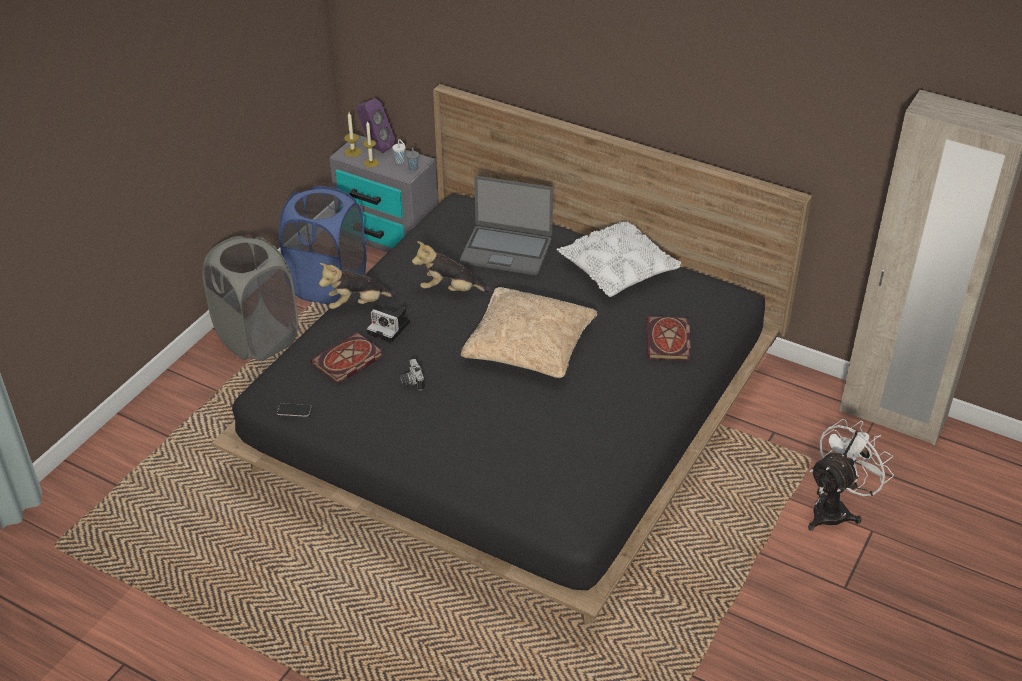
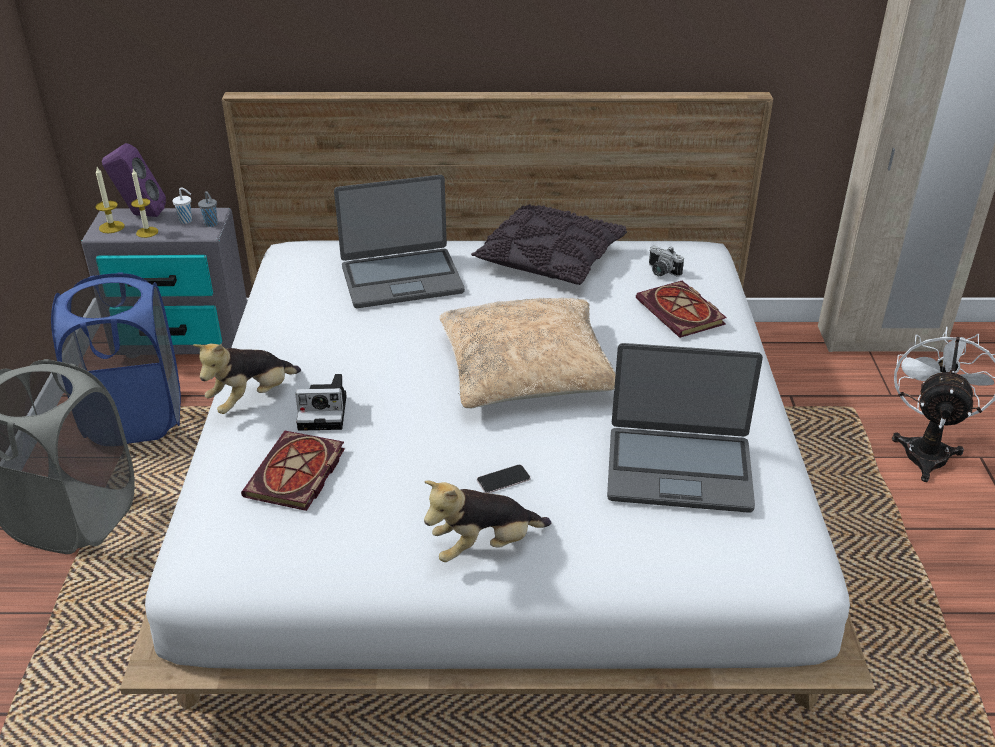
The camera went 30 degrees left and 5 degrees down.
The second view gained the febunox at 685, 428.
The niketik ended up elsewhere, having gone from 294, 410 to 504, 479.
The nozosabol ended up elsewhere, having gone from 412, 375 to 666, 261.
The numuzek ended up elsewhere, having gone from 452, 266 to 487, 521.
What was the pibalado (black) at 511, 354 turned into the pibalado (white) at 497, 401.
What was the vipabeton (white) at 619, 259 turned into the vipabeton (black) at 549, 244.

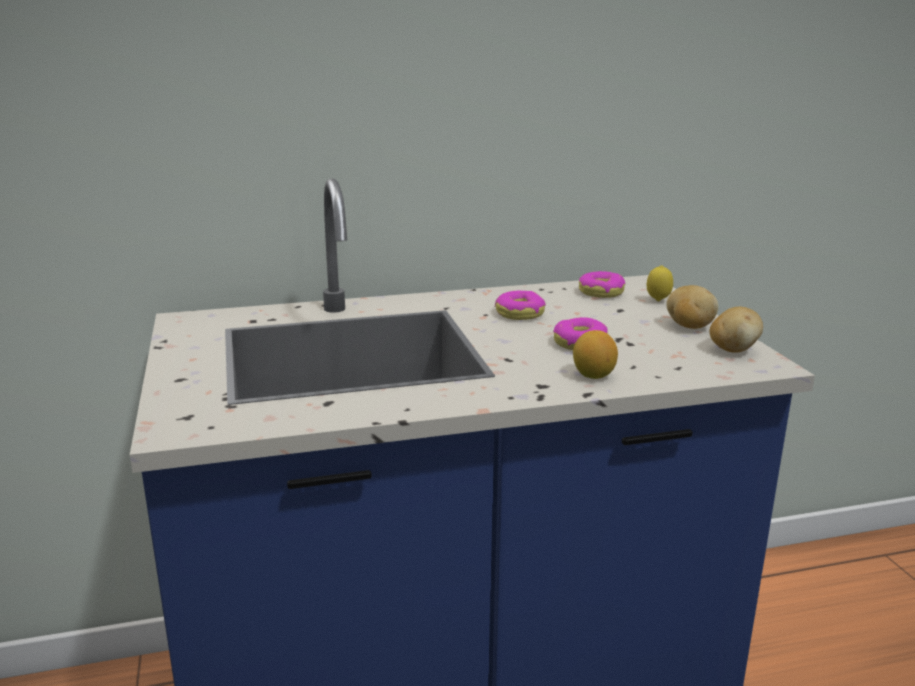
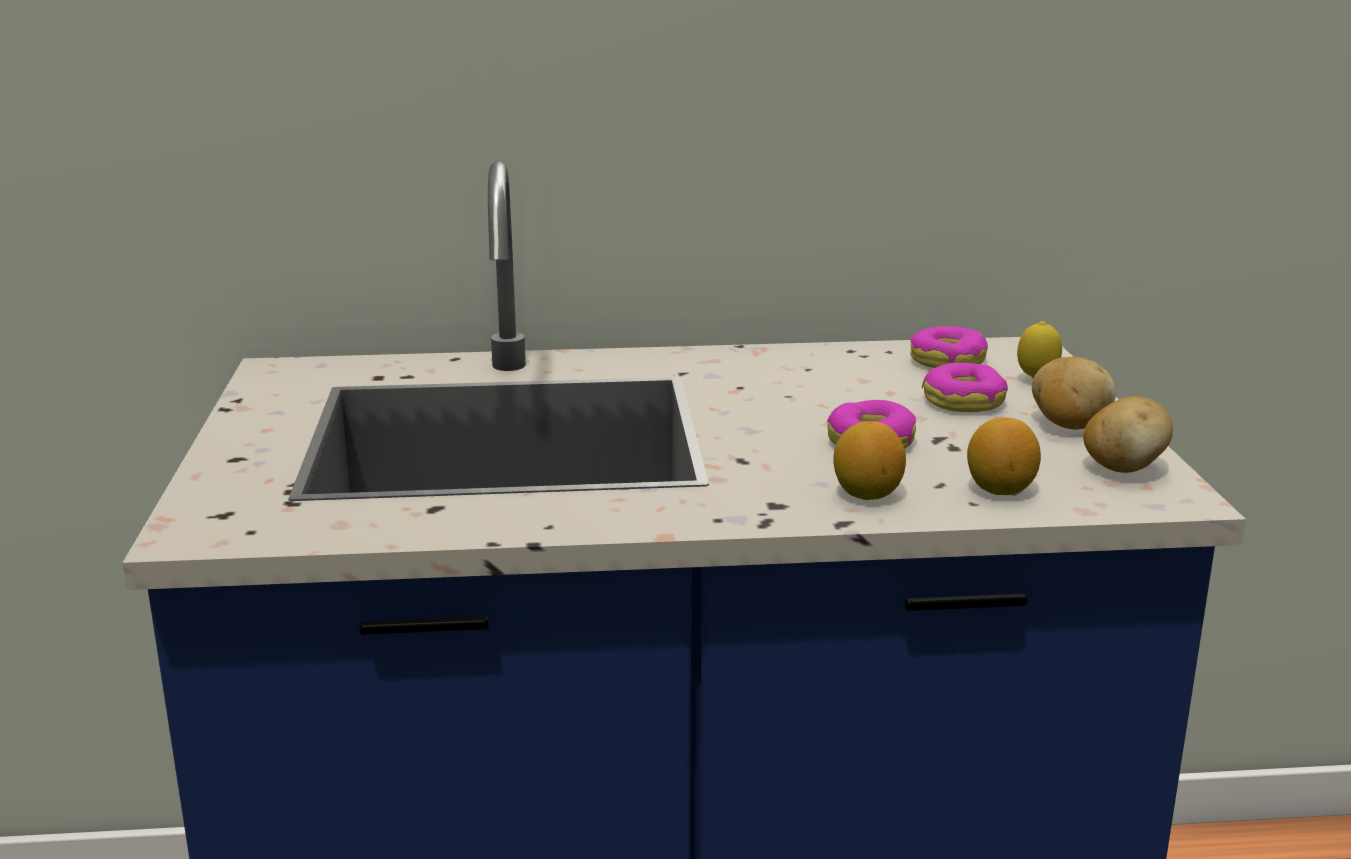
The camera went 10 degrees right and 0 degrees up.
The second view gained the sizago at 1004, 456.
The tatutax ended up elsewhere, having gone from 520, 305 to 965, 387.

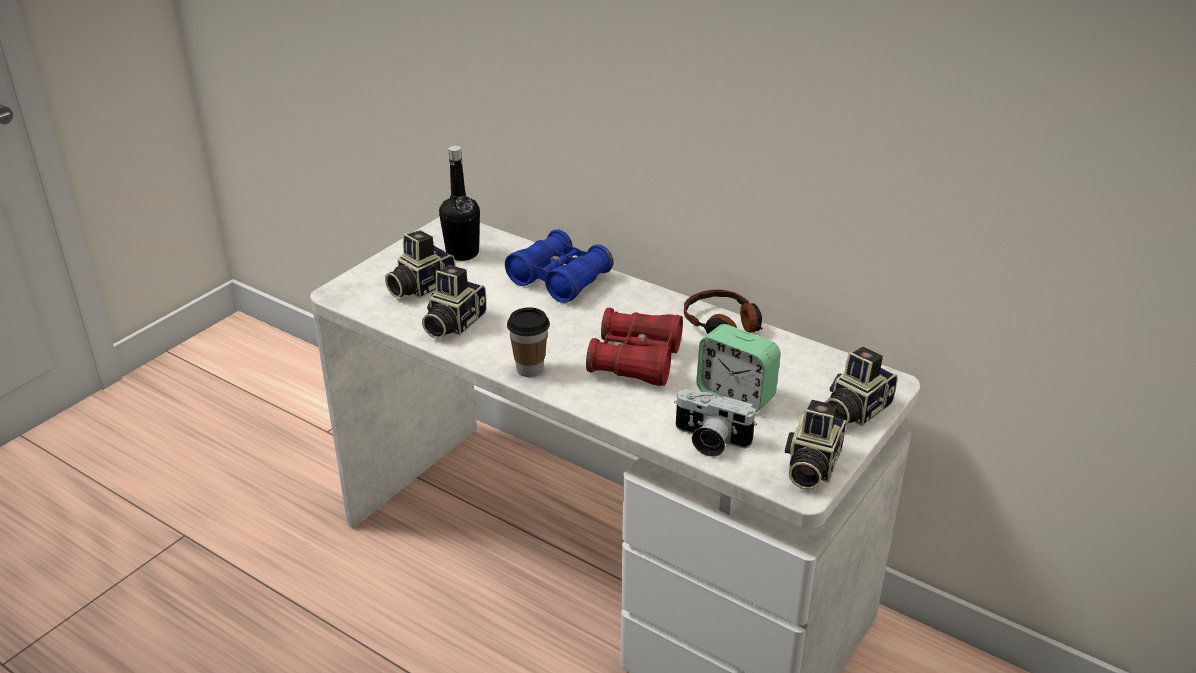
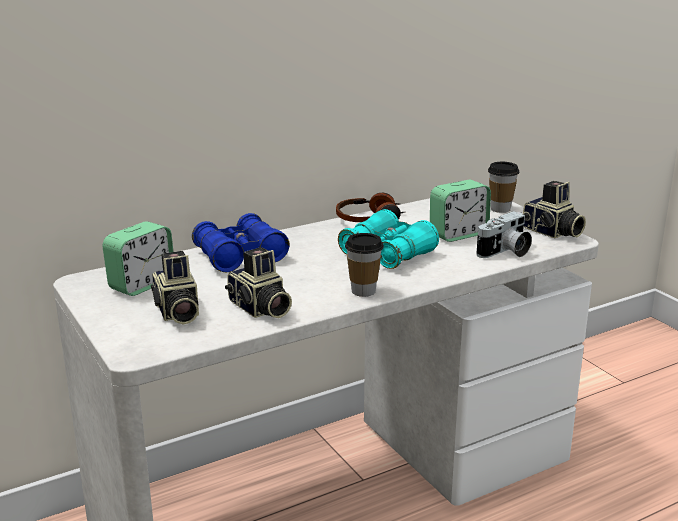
The camera went 65 degrees left and 10 degrees down.
Where the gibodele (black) stood at 459, 203, the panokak came to stand at 138, 258.
Where the nozosabol stood at 861, 386, the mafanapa came to stand at 503, 187.
What was the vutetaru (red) at 634, 347 turned into the vutetaru (turquoise) at 388, 239.

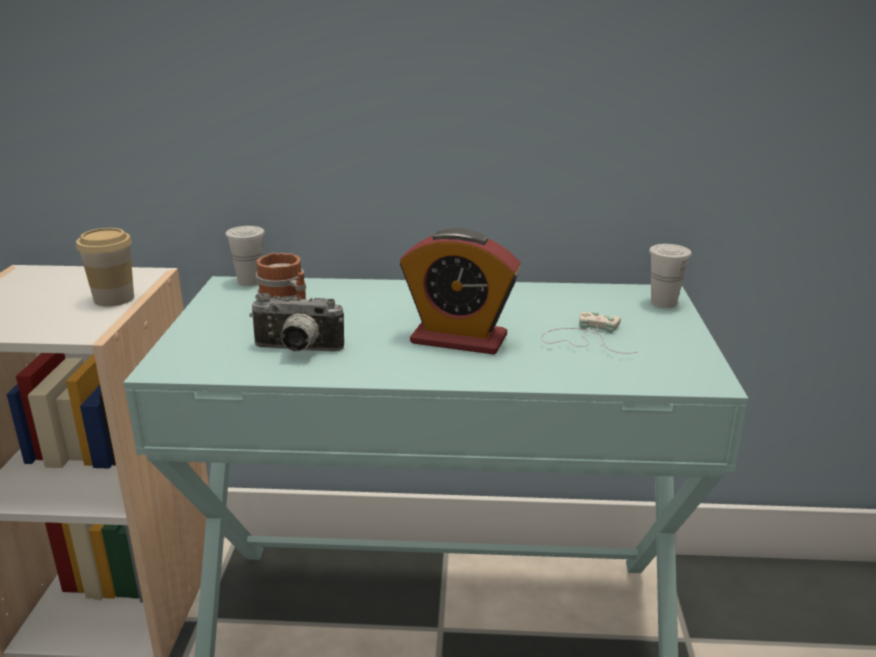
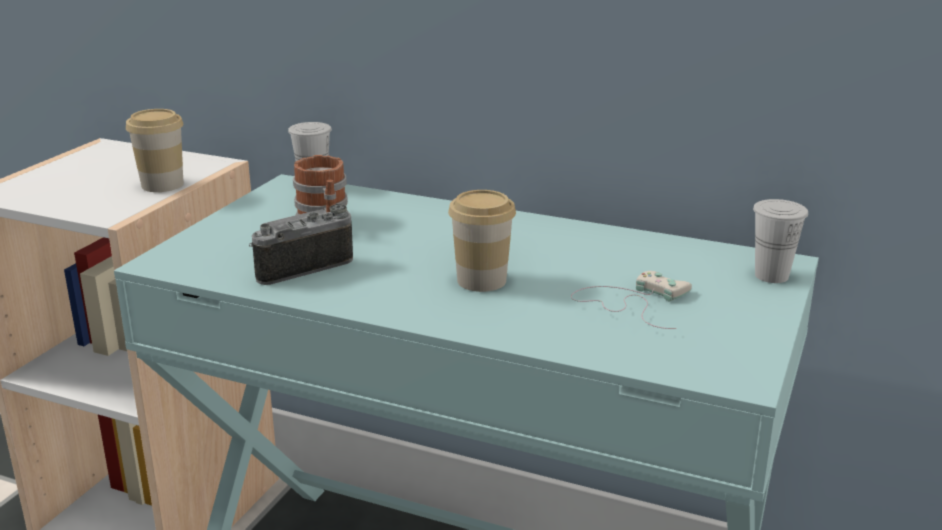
The camera went 20 degrees right and 0 degrees up.
Where the panokak stood at 460, 291, the mafanapa came to stand at 482, 241.
The nozosabol at 297, 322 ended up facing another way, 120 degrees clockwise from before.

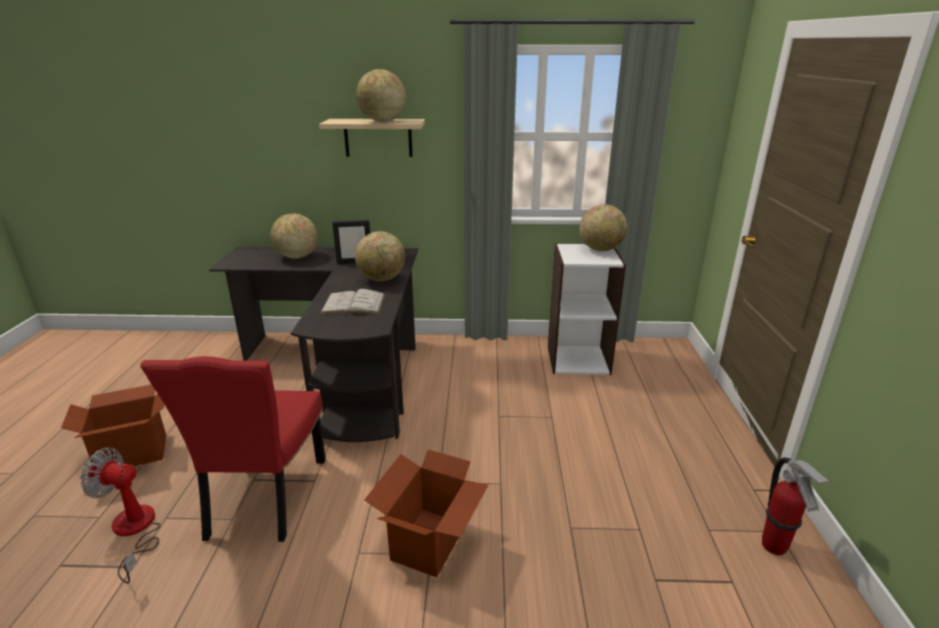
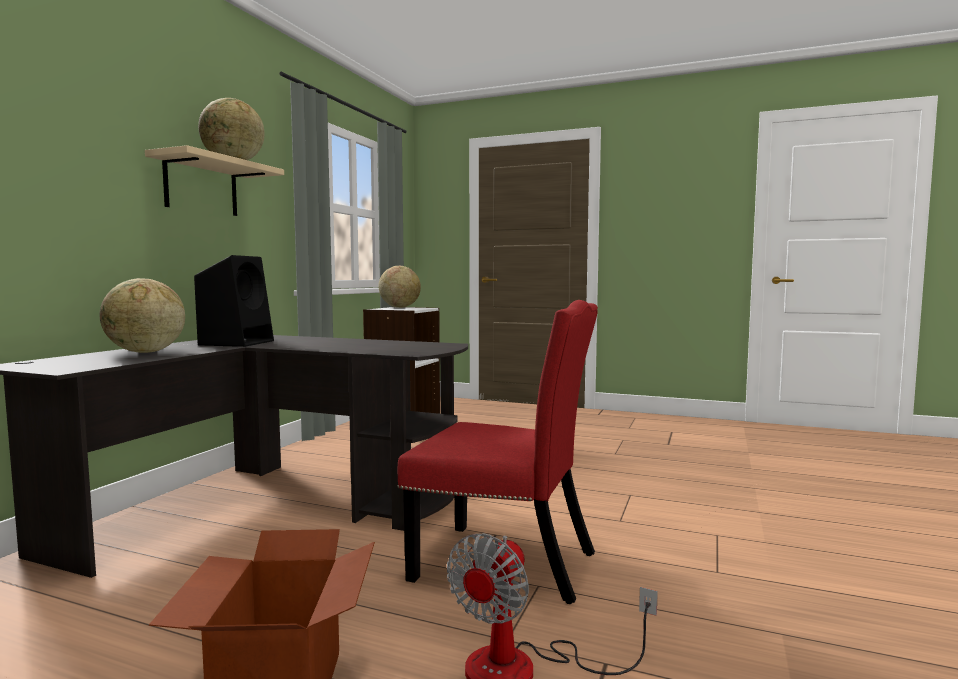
The camera went 70 degrees left and 20 degrees down.
The second view lost the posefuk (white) at 352, 301.
The second view lost the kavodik at 380, 256.
The second view lost the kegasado at 426, 513.
The second view lost the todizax at 796, 506.
Where the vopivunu stood at 351, 242, the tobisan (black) came to stand at 234, 301.

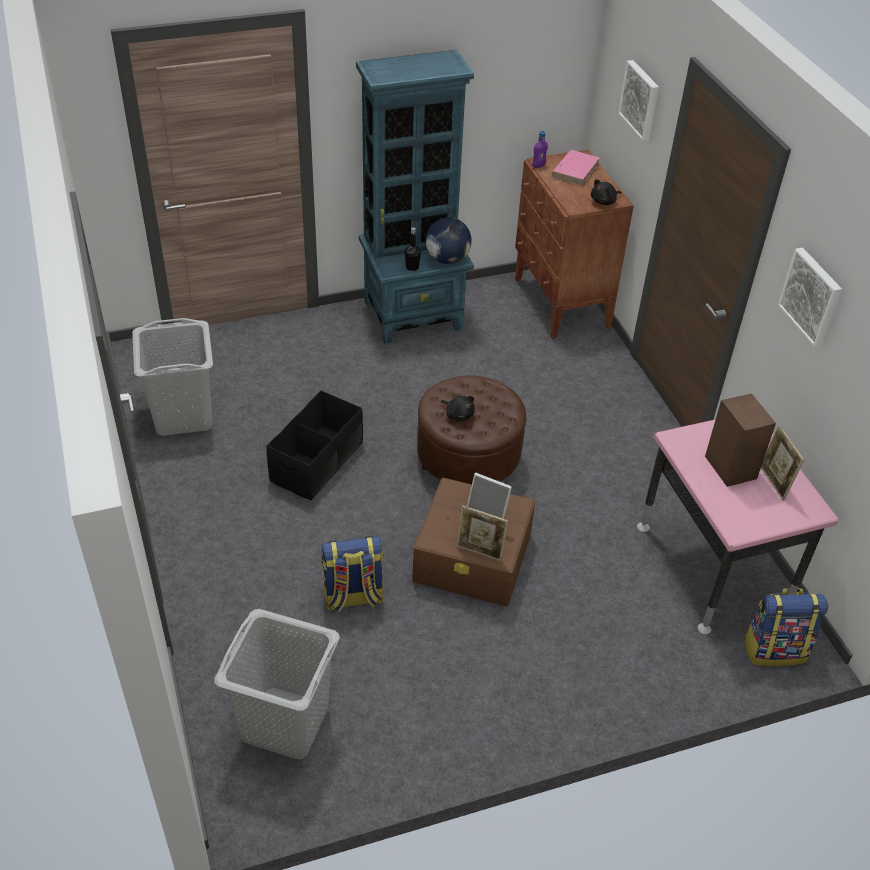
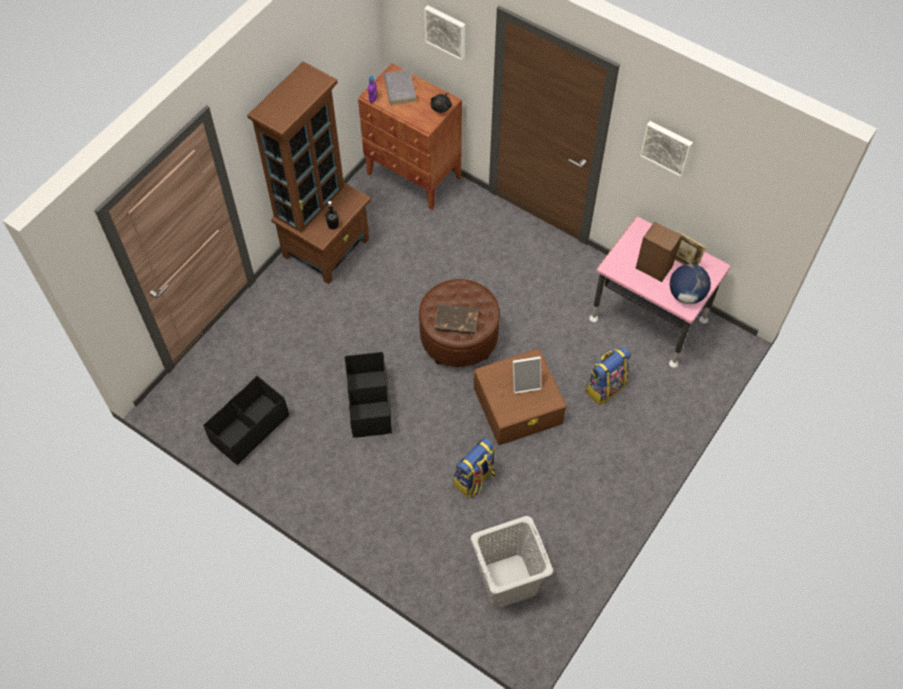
The camera went 35 degrees left and 15 degrees up.
The second view lost the vopivunu at 482, 533.
The kavodik ended up elsewhere, having gone from 448, 240 to 690, 284.
The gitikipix ended up elsewhere, having gone from 786, 627 to 608, 376.
Where the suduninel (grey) stood at 172, 377, the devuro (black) came to stand at 246, 420.
Where the numuzek (black) stood at 458, 408, the posefuk (brown) came to stand at 456, 319.
What was the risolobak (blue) at 415, 197 turned into the risolobak (brown) at 309, 172.
What was the posefuk (pink) at 575, 168 turned into the posefuk (grey) at 400, 87.

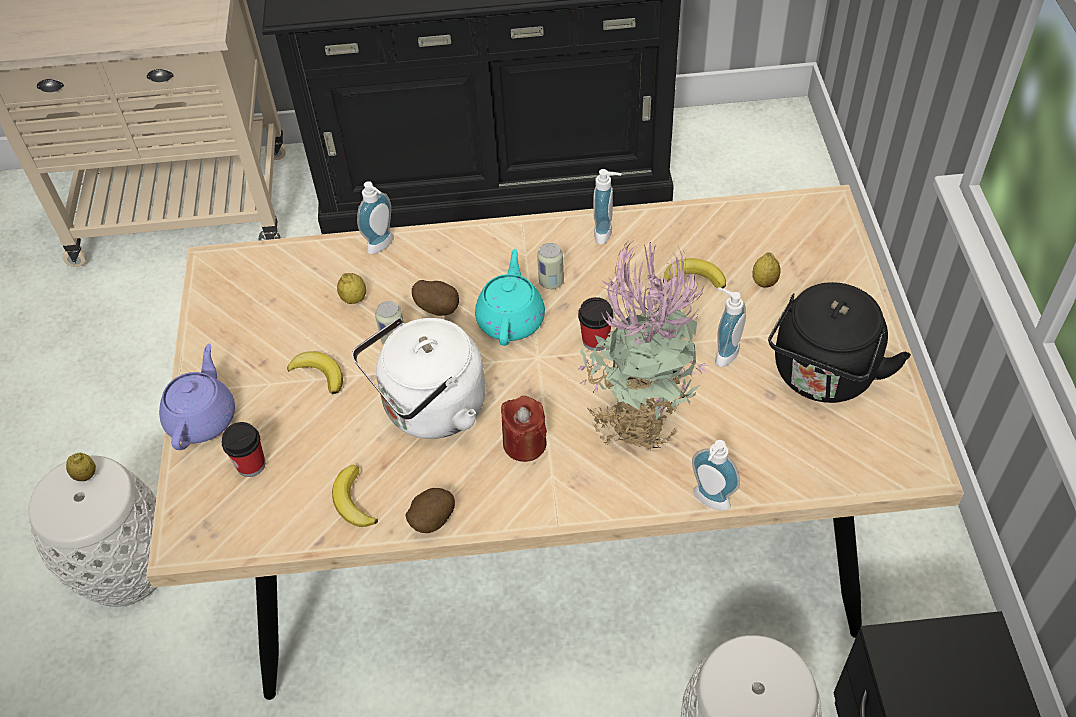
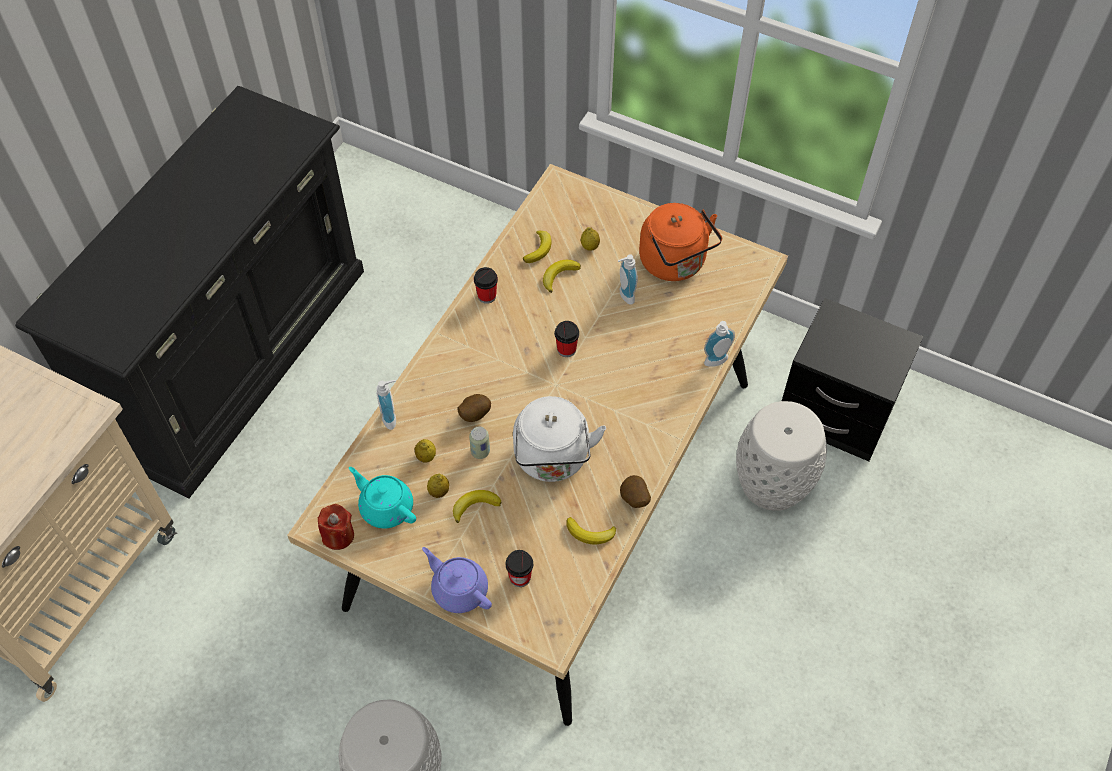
The camera went 60 degrees left and 5 degrees up.
The second view lost the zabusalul at 550, 266.
The second view lost the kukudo at 643, 346.
The second view gained the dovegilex at 537, 247.
The sizago ended up elsewhere, having gone from 81, 467 to 438, 486.
The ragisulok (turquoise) ended up elsewhere, having gone from 510, 297 to 382, 497.
The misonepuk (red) ended up elsewhere, having gone from 524, 429 to 335, 527.
Where the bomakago stood at 607, 207, the mafanapa came to stand at 486, 285.
What was the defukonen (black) at 839, 342 turned into the defukonen (orange) at 680, 242.

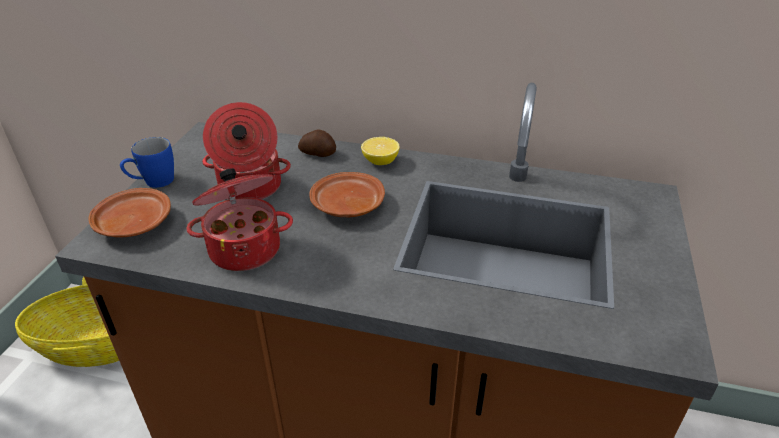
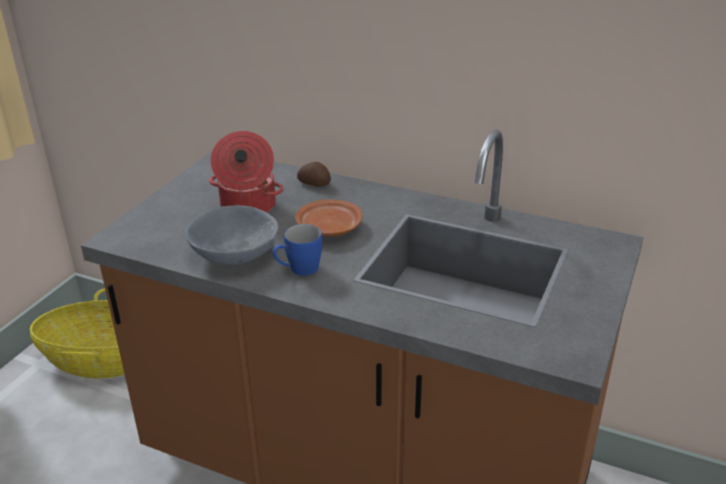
The camera went 10 degrees right and 5 degrees down.
The second view lost the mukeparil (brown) at 130, 213.
The second view lost the sizago at 380, 151.
The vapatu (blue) ended up elsewhere, having gone from 147, 162 to 297, 250.
Where the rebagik stood at 239, 219, the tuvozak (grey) came to stand at 232, 235.

